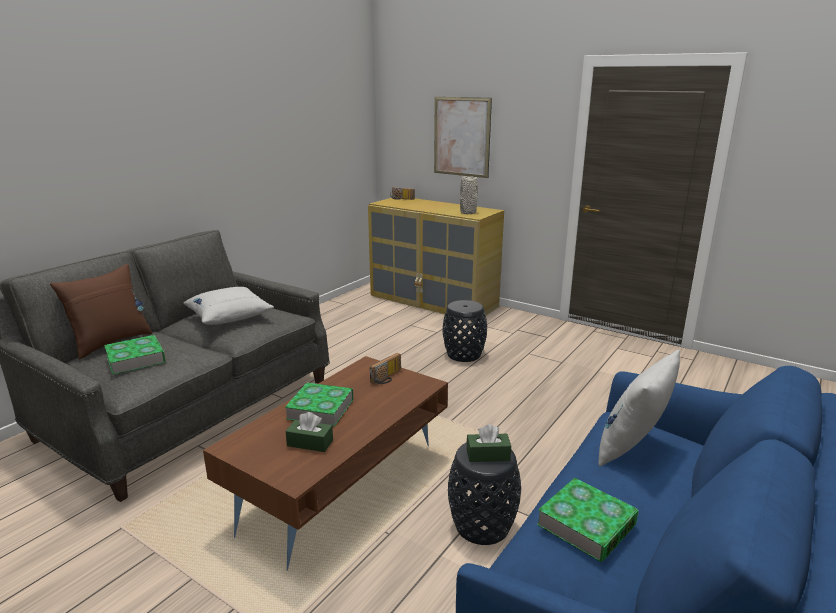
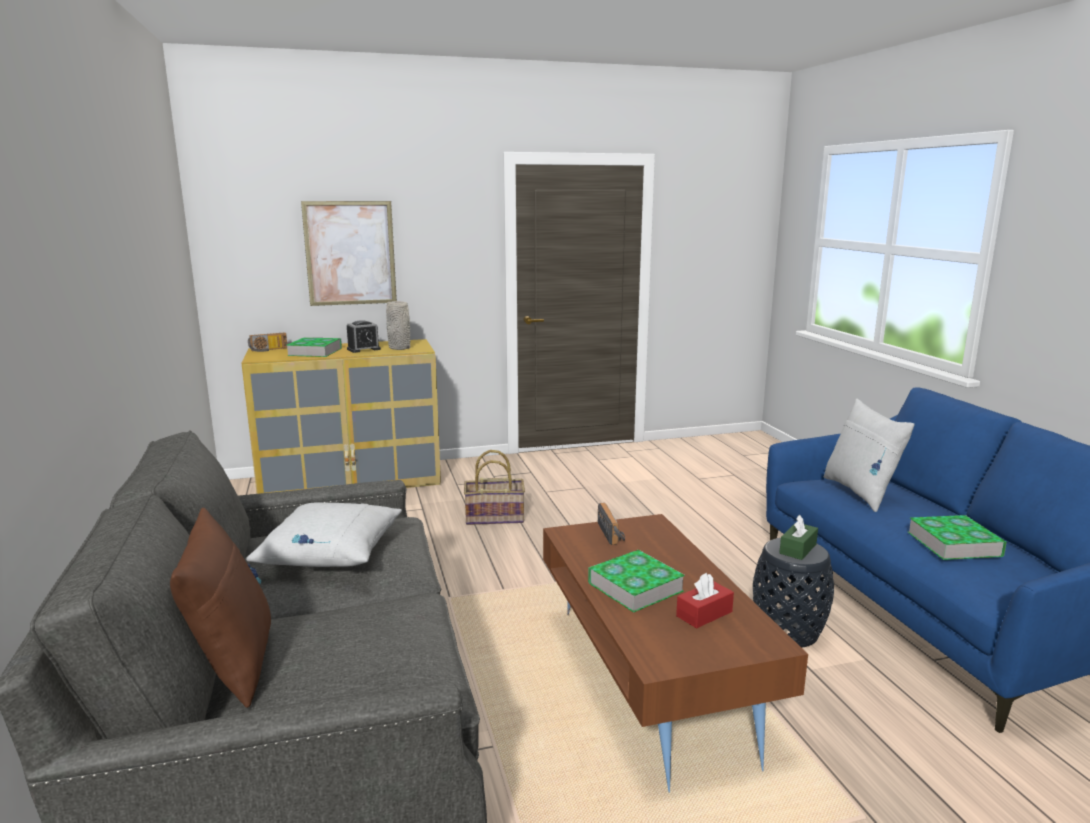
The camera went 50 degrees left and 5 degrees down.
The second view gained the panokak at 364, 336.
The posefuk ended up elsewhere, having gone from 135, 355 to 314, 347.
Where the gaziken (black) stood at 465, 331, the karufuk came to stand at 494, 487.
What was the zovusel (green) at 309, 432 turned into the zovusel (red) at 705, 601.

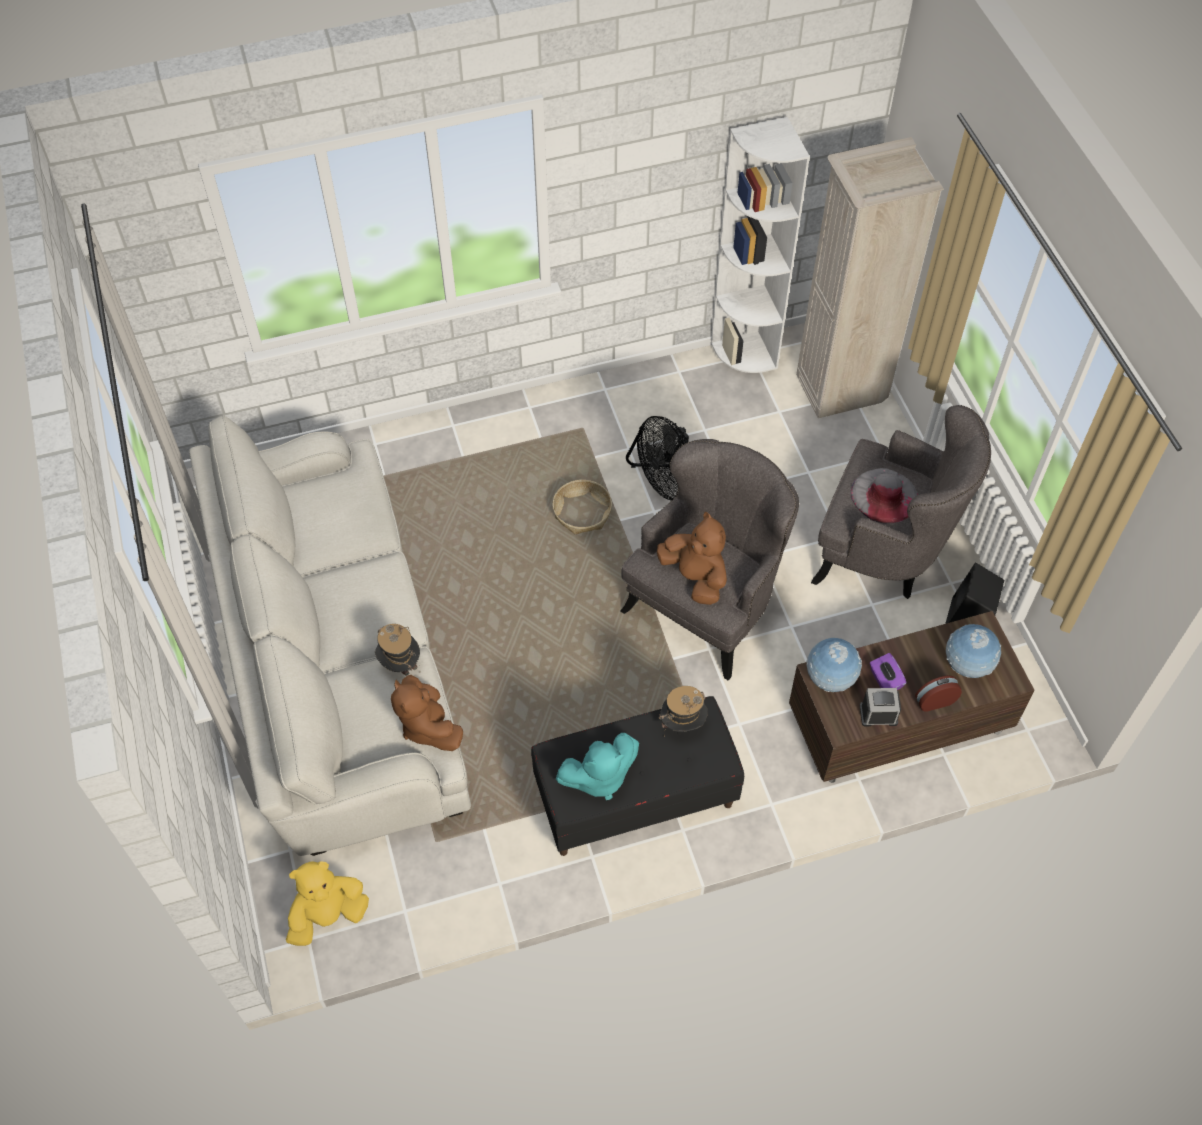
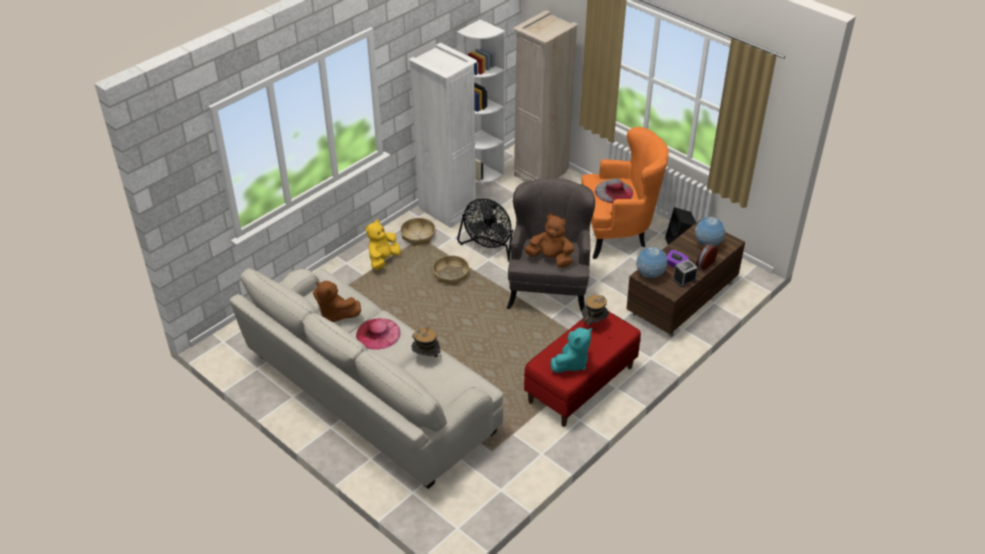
The camera went 30 degrees left and 15 degrees down.
The second view gained the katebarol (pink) at 378, 334.
The second view gained the karufuk at 417, 232.
The second view gained the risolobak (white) at 442, 135.
The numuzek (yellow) ended up elsewhere, having gone from 327, 903 to 383, 245.
The numuzek (brown) ended up elsewhere, having gone from 427, 713 to 337, 301.
What was the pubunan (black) at 637, 776 turned into the pubunan (red) at 582, 369.
What was the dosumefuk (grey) at 901, 502 turned into the dosumefuk (orange) at 625, 193.

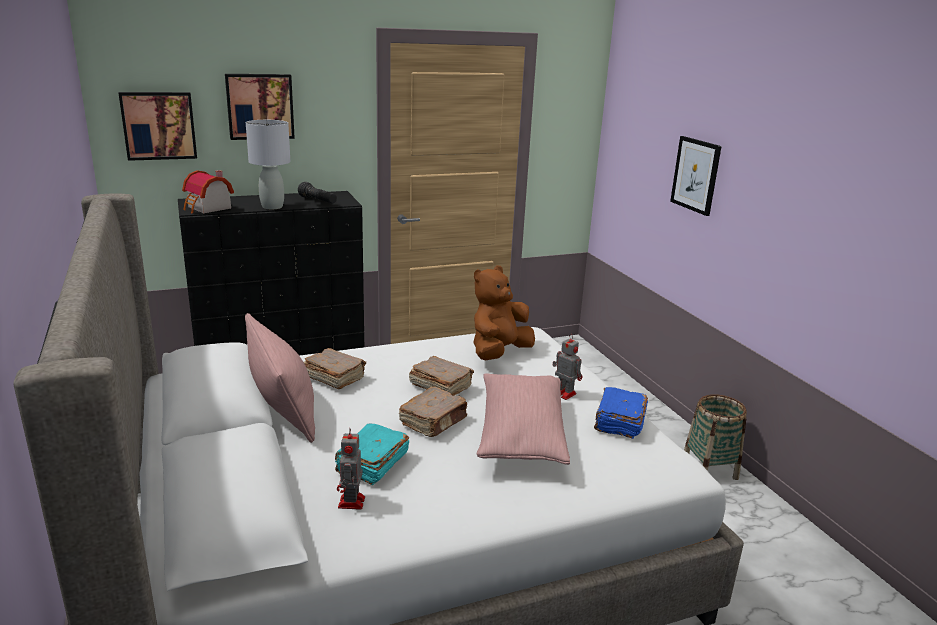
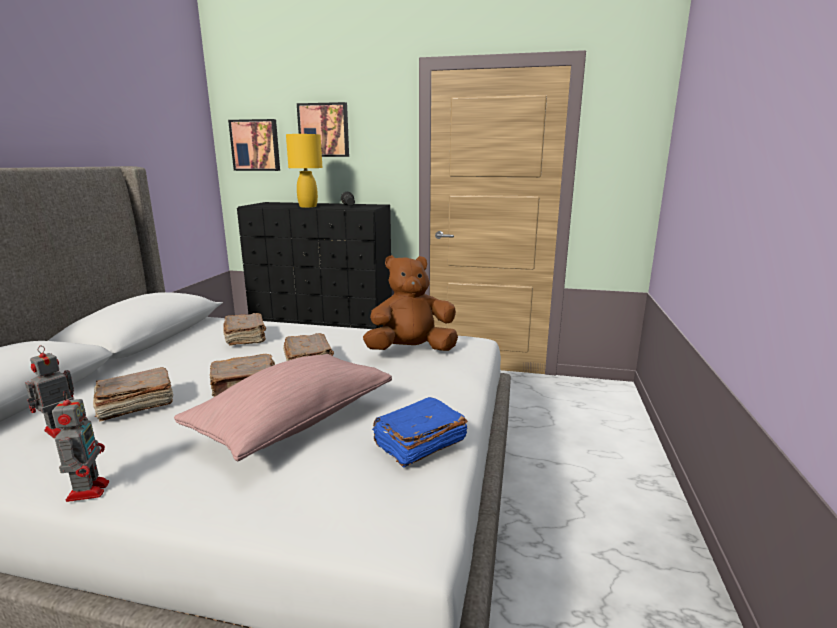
The camera went 35 degrees right and 5 degrees down.
The second view lost the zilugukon at 208, 191.
The second view lost the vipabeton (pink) at 280, 378.
The second view lost the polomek at 696, 176.
The second view lost the karufuk at 715, 437.
The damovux ended up elsewhere, having gone from 567, 367 to 80, 446.
What was the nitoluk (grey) at 268, 164 turned into the nitoluk (yellow) at 304, 171.
What was the posefuk (turquoise) at 372, 454 turned into the posefuk (brown) at 133, 394.

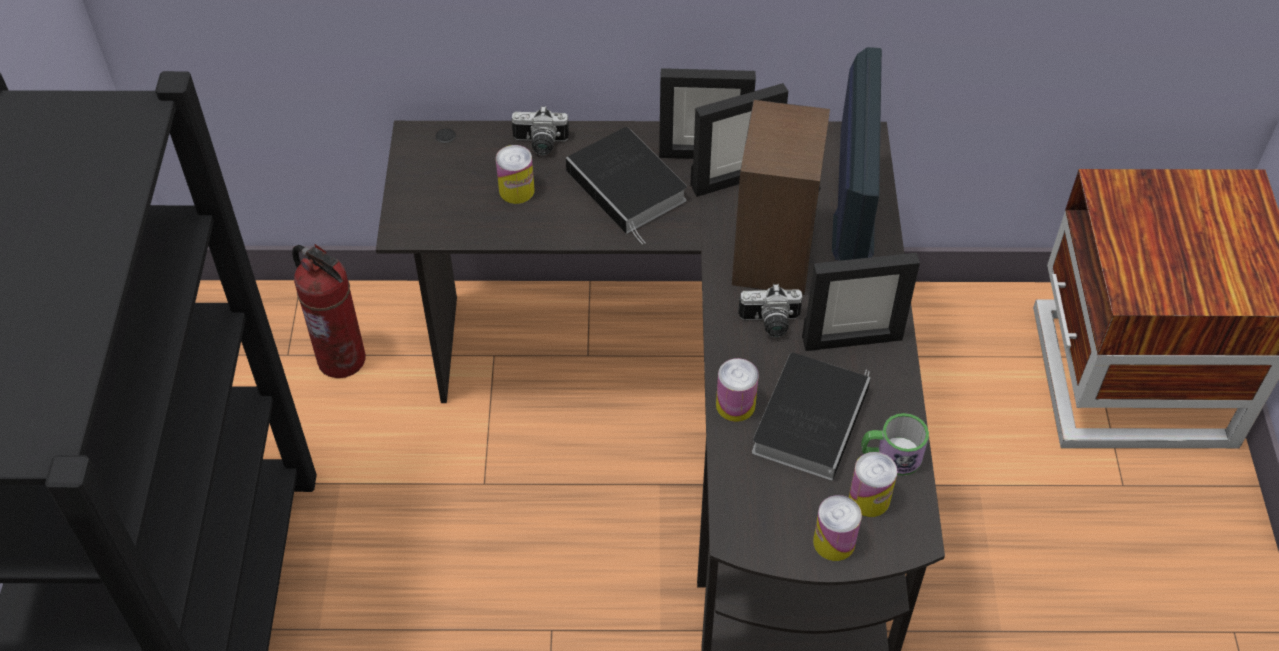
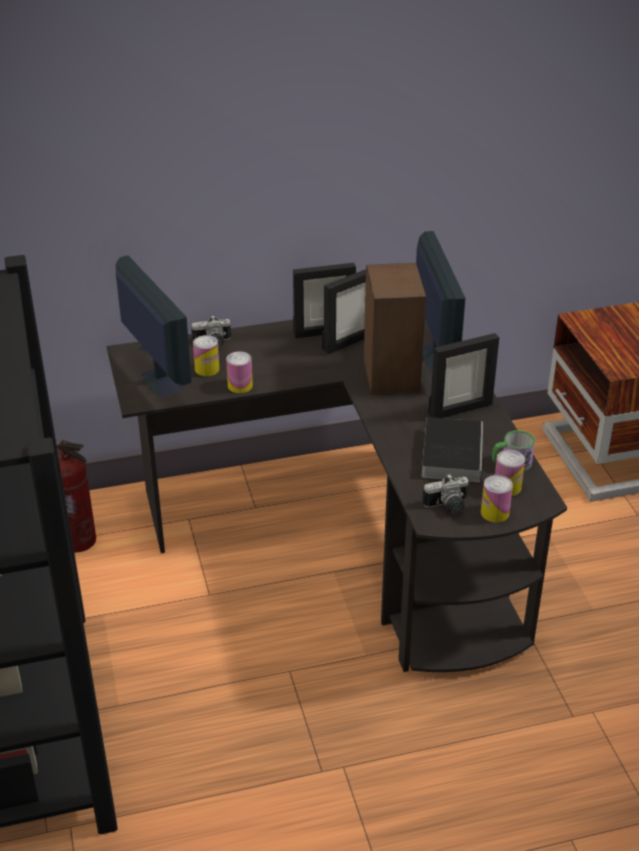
The camera went 15 degrees left and 15 degrees down.
The second view lost the posefuk at 626, 185.
The second view gained the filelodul at 154, 326.
The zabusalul ended up elsewhere, having gone from 737, 390 to 239, 372.
The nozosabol ended up elsewhere, having gone from 770, 311 to 445, 494.

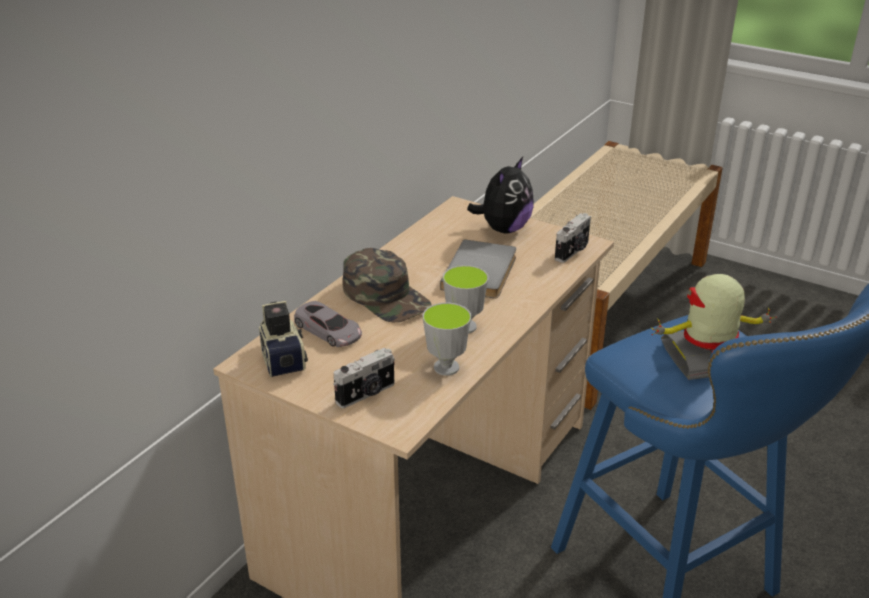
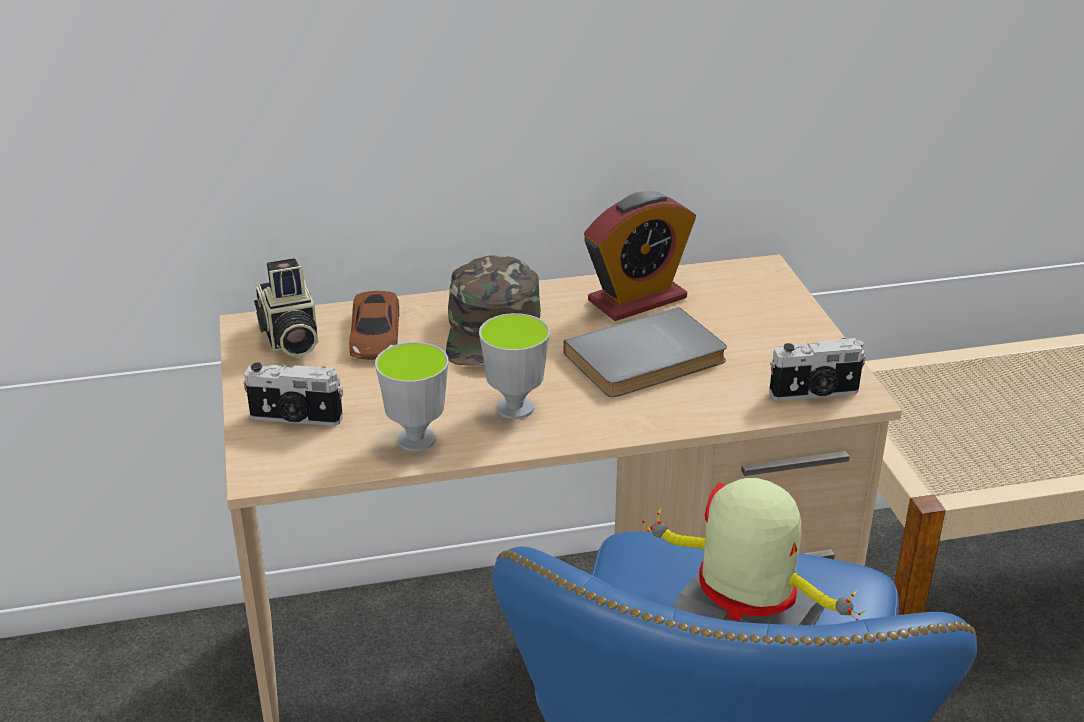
The camera went 45 degrees right and 0 degrees up.
The second view lost the numuzek at 500, 195.
The second view gained the panokak at 640, 256.
What was the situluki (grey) at 328, 324 turned into the situluki (brown) at 374, 325.
The nozosabol at 283, 339 ended up facing another way, 135 degrees clockwise from before.

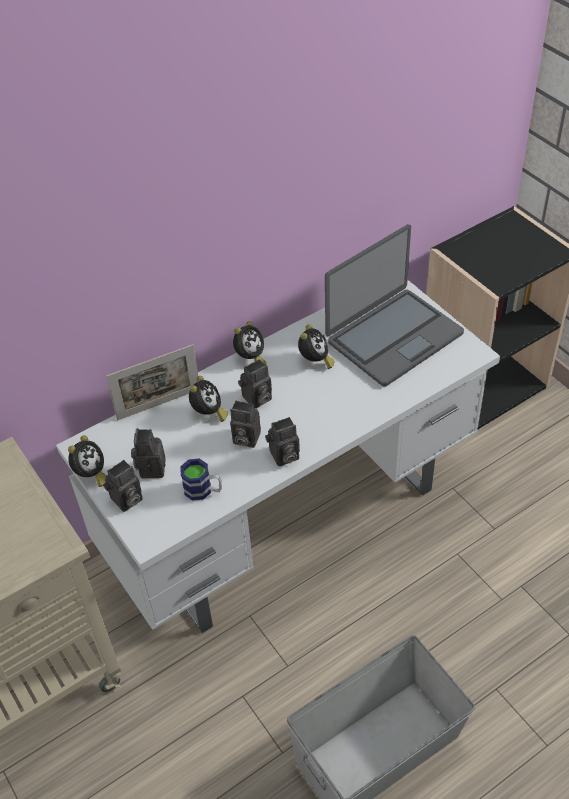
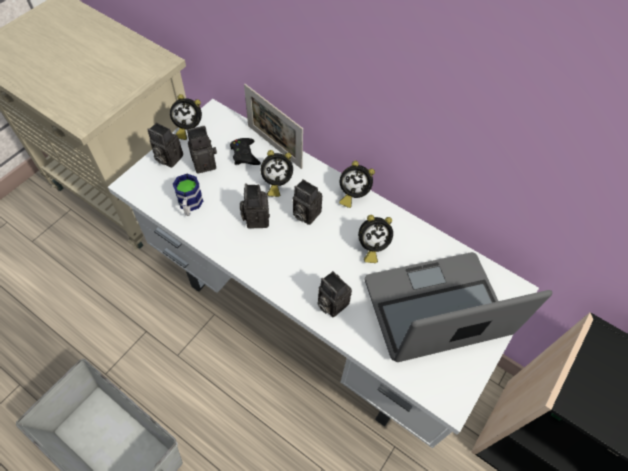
The camera went 65 degrees right and 10 degrees up.
The second view gained the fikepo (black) at 245, 151.
The nozosabol ended up elsewhere, having gone from 282, 441 to 334, 294.
The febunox at 394, 305 ended up facing another way, 135 degrees clockwise from before.

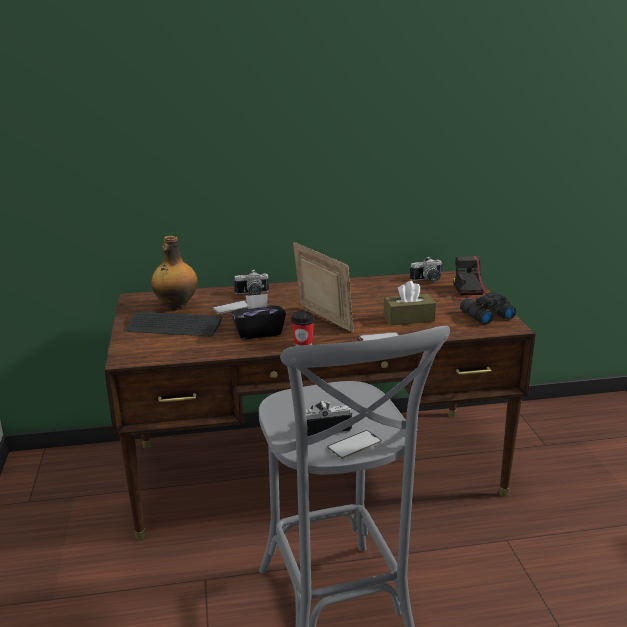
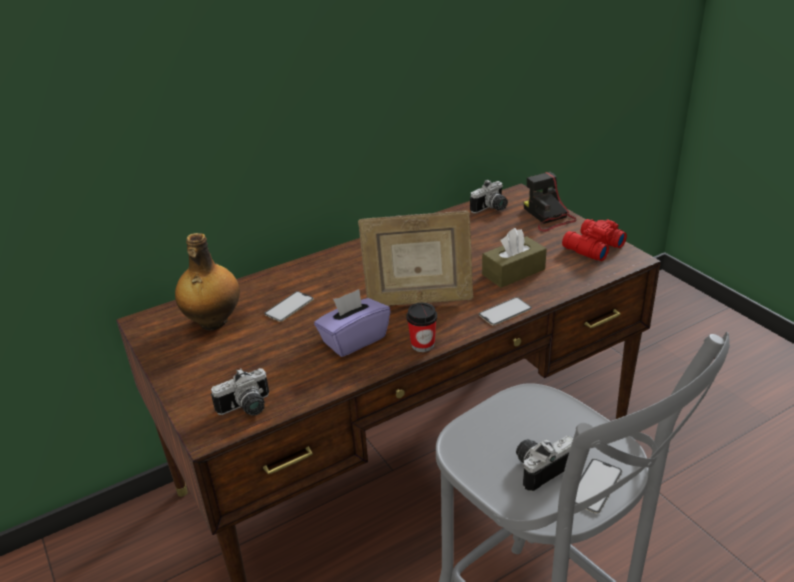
The camera went 20 degrees left and 10 degrees up.
The second view lost the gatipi at 174, 323.
The nozosabol ended up elsewhere, having gone from 251, 282 to 240, 392.
What was the zovusel (black) at 258, 317 turned into the zovusel (purple) at 352, 323.
What was the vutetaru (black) at 488, 308 turned into the vutetaru (red) at 594, 240.
The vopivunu at 323, 287 ended up facing another way, 150 degrees clockwise from before.

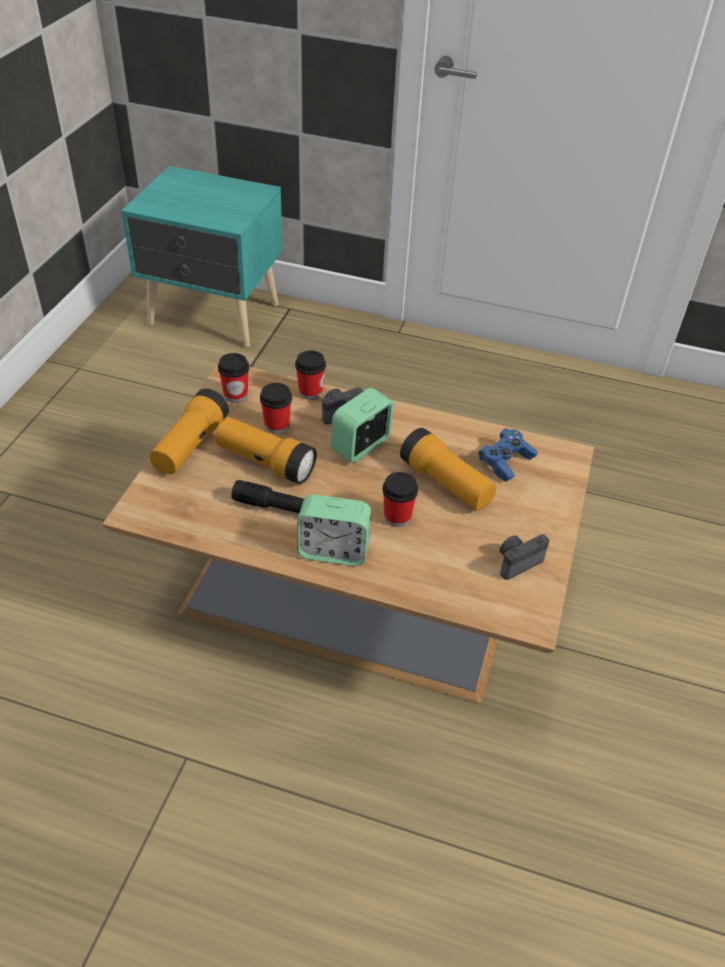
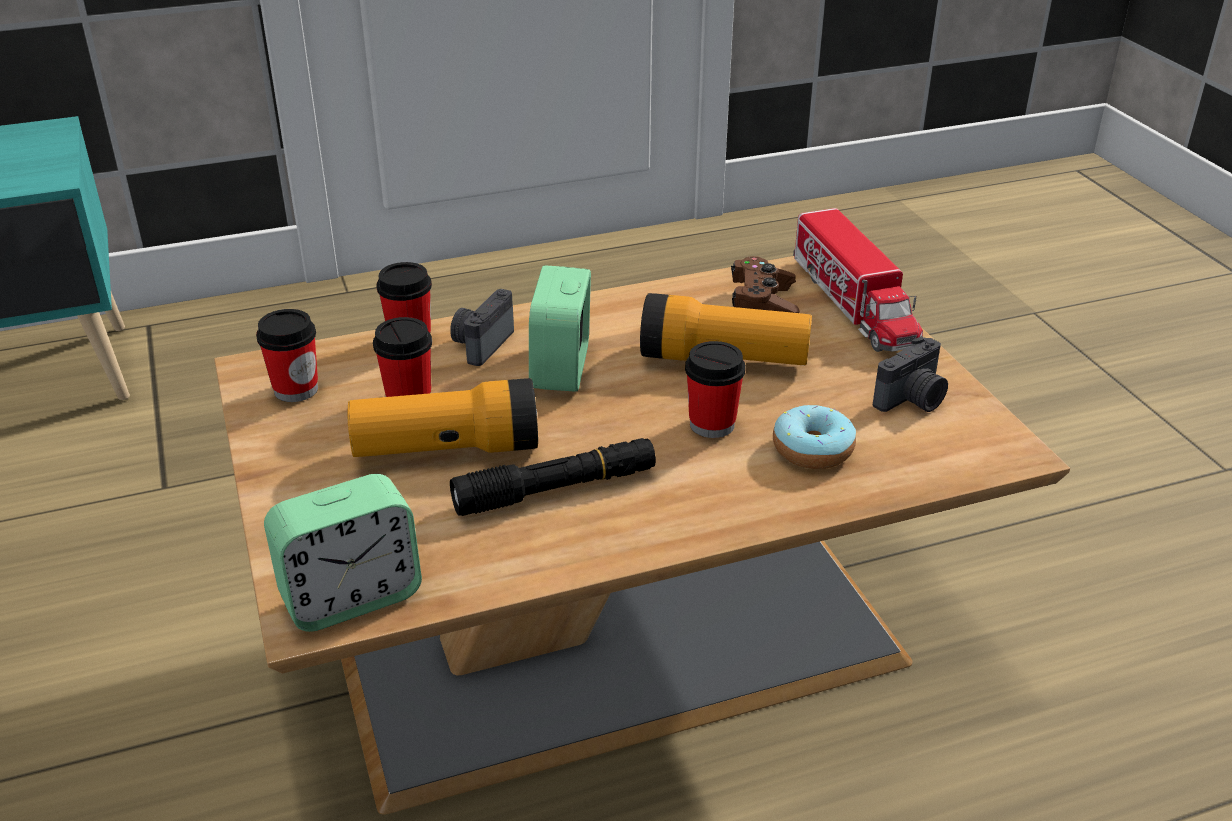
The camera went 35 degrees left and 10 degrees down.
The second view lost the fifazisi at 189, 431.
The second view gained the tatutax at 814, 437.
The second view gained the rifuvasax at 858, 280.
The panokak ended up elsewhere, having gone from 334, 530 to 343, 553.
What was the fikepo (blue) at 508, 455 turned into the fikepo (brown) at 765, 284.
The nozosabol at 524, 557 ended up facing another way, 150 degrees counterclockwise from before.

